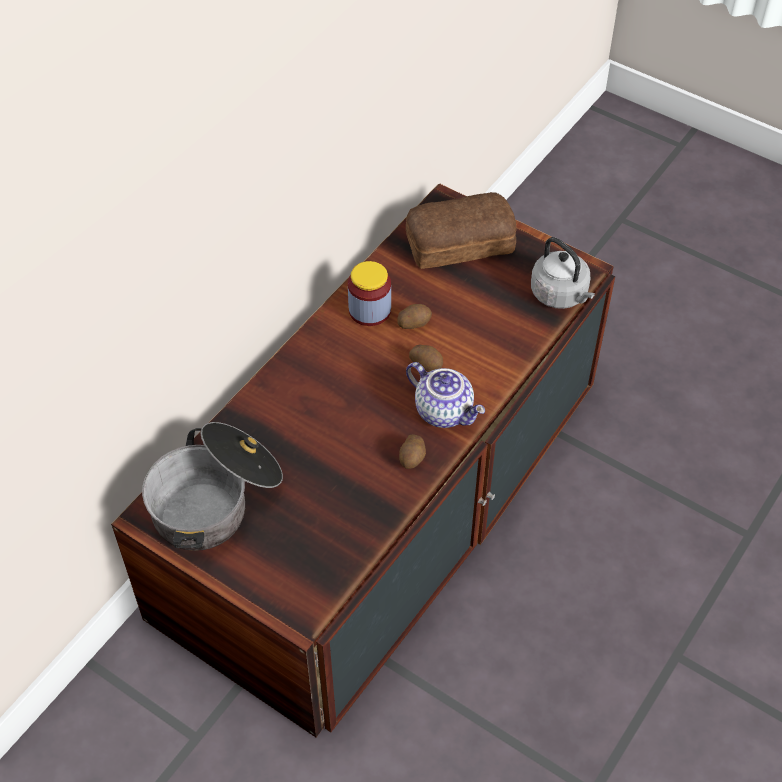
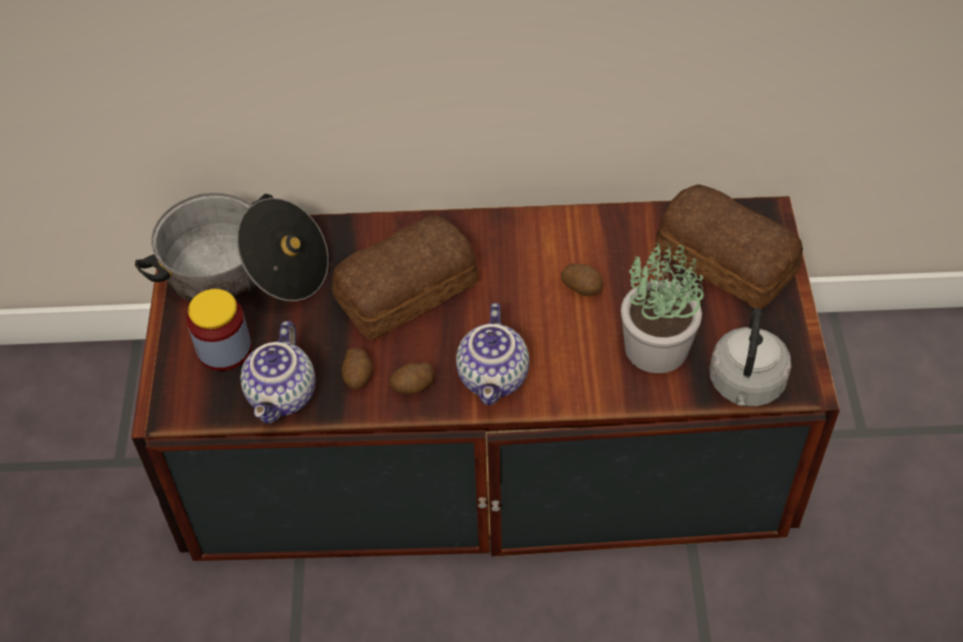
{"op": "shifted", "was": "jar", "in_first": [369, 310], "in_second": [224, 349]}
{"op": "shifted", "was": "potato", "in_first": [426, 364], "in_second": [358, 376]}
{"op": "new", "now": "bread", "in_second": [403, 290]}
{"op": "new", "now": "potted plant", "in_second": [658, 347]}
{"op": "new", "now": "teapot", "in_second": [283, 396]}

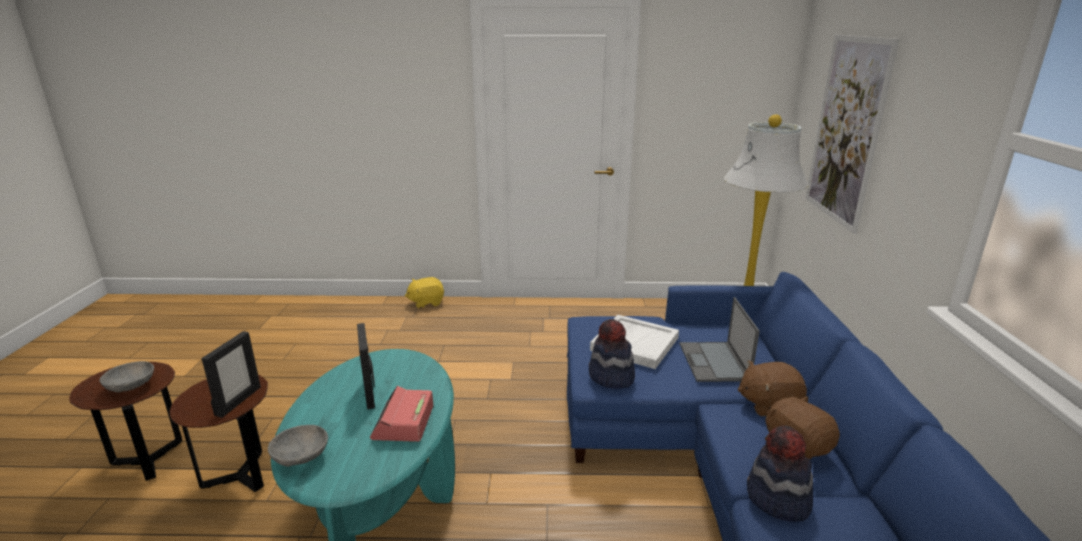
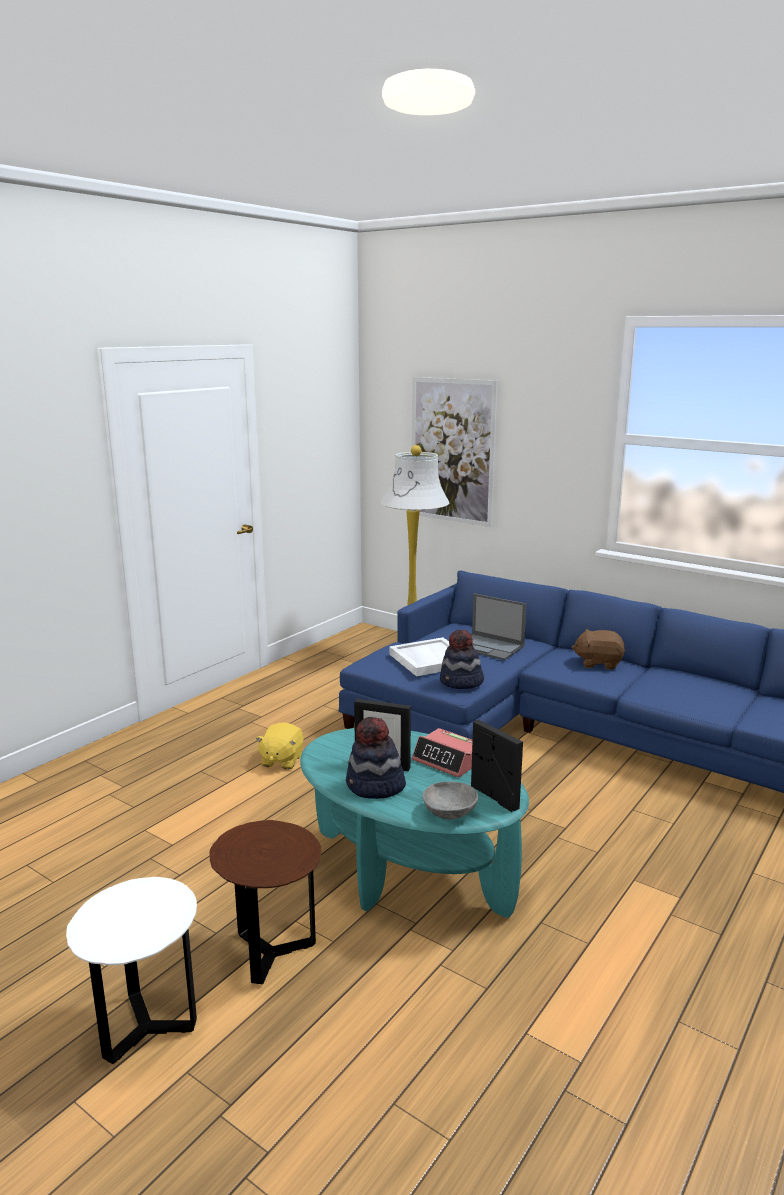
{"op": "shifted", "was": "yellow plush toy", "in_first": [426, 302], "in_second": [281, 760]}
{"op": "shifted", "was": "picture frame", "in_first": [238, 401], "in_second": [493, 797]}
{"op": "gone", "was": "brown plush toy", "in_first": [768, 404]}
{"op": "gone", "was": "grey bowl", "in_first": [132, 387]}
{"op": "repainted", "was": "brown side table", "now": "white side table", "in_first": [148, 461], "in_second": [146, 1028]}
{"op": "shifted", "was": "hat", "in_first": [777, 499], "in_second": [375, 786]}

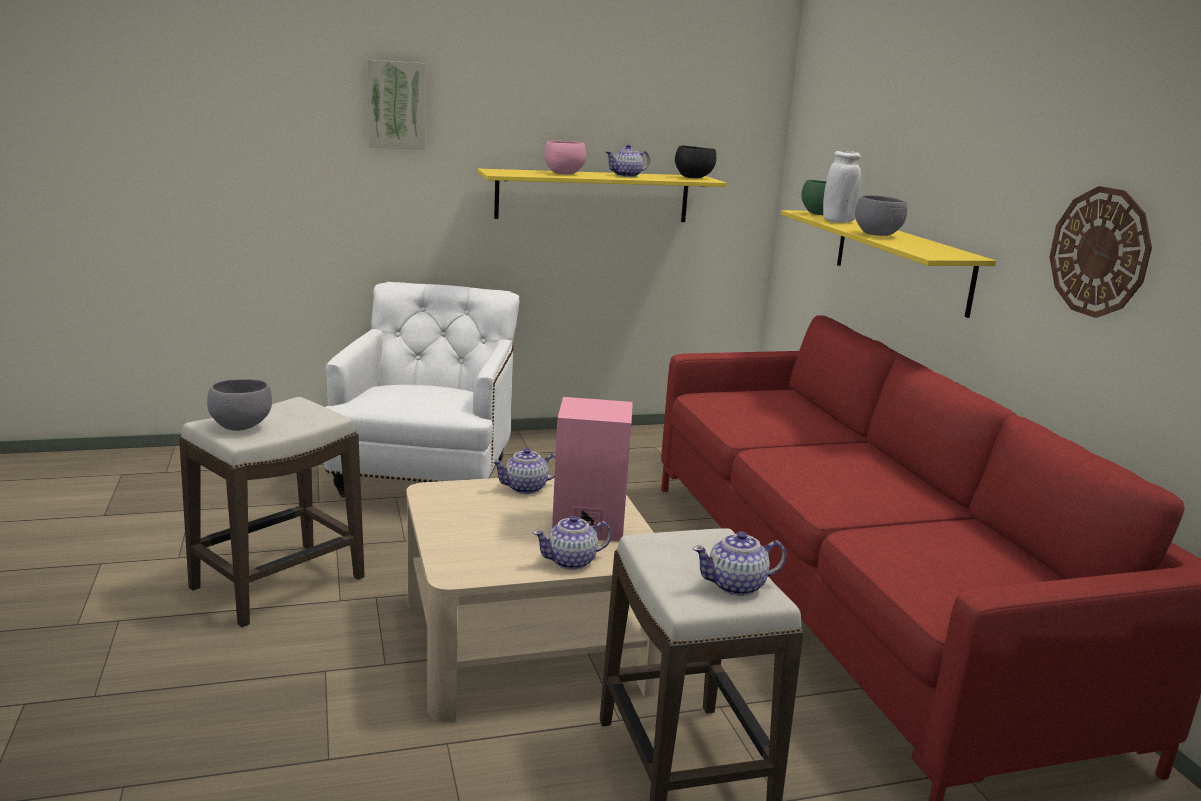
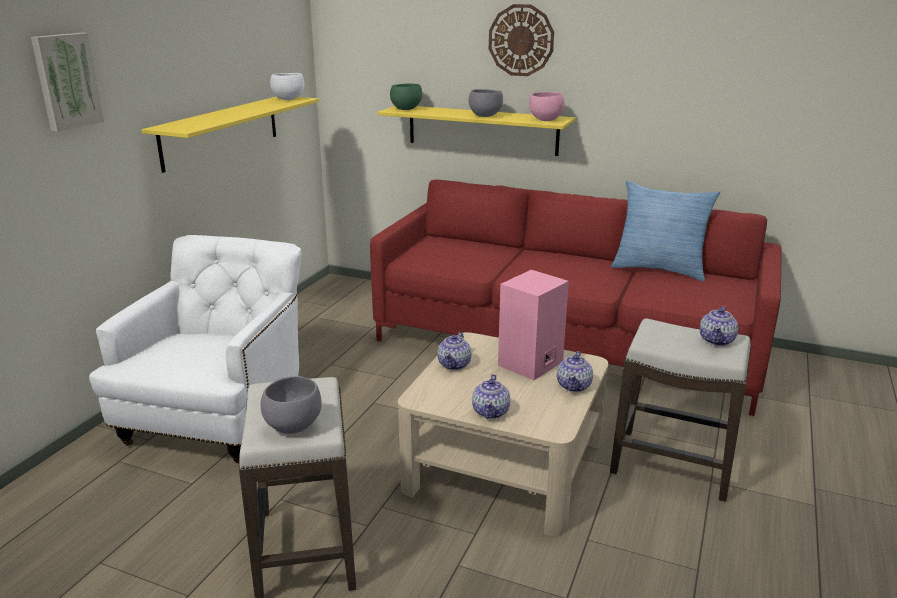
{"op": "shifted", "was": "pink bowl", "in_first": [563, 173], "in_second": [545, 120]}
{"op": "shifted", "was": "teapot", "in_first": [627, 176], "in_second": [491, 411]}
{"op": "repainted", "was": "black bowl", "now": "white bowl", "in_first": [693, 177], "in_second": [288, 99]}
{"op": "gone", "was": "white vase", "in_first": [838, 221]}
{"op": "shifted", "was": "wall clock", "in_first": [1099, 252], "in_second": [521, 40]}
{"op": "rotated", "was": "white armchair", "in_first": [427, 473], "in_second": [220, 415], "clockwise": 60}
{"op": "new", "now": "pillow", "in_second": [659, 269]}

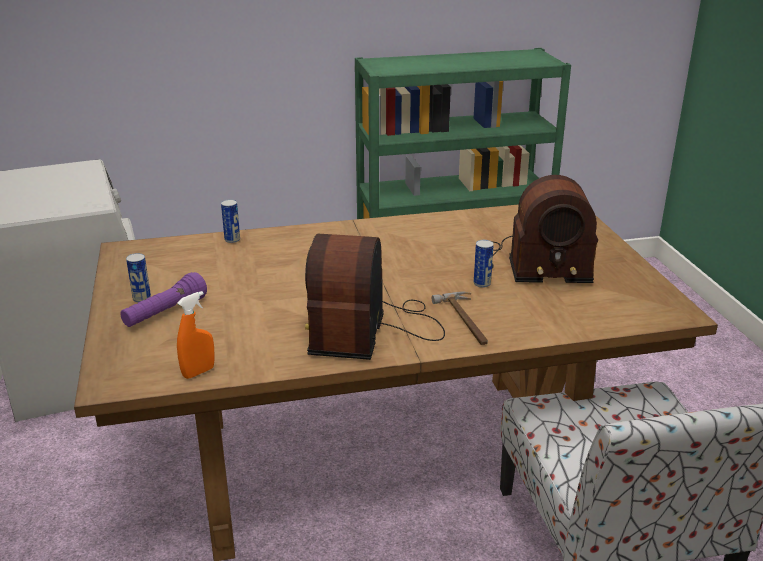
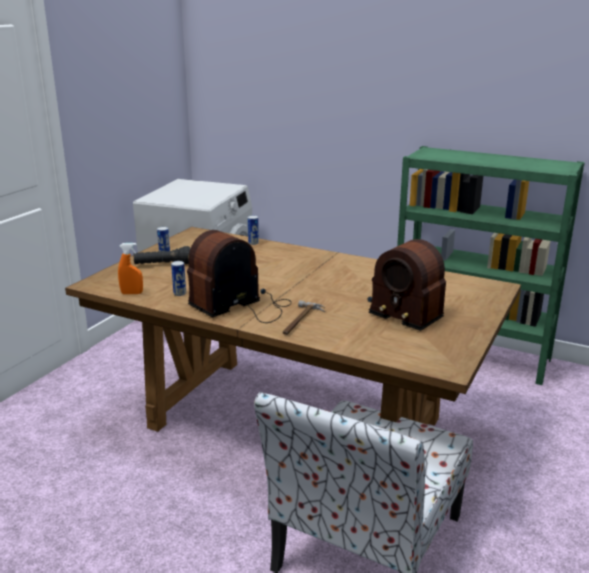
{"op": "shifted", "was": "can", "in_first": [482, 283], "in_second": [179, 293]}
{"op": "repainted", "was": "purple flashlight", "now": "black flashlight", "in_first": [165, 313], "in_second": [163, 265]}

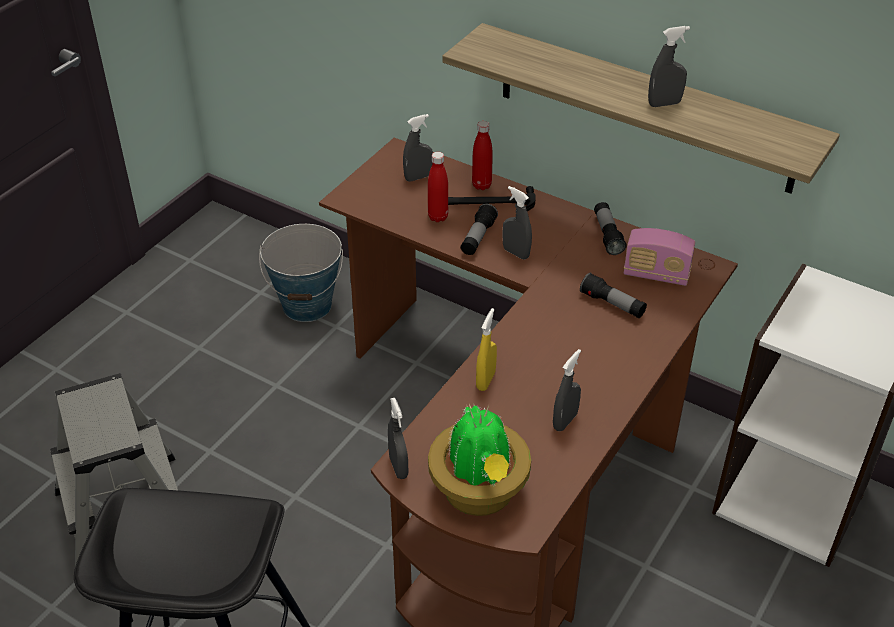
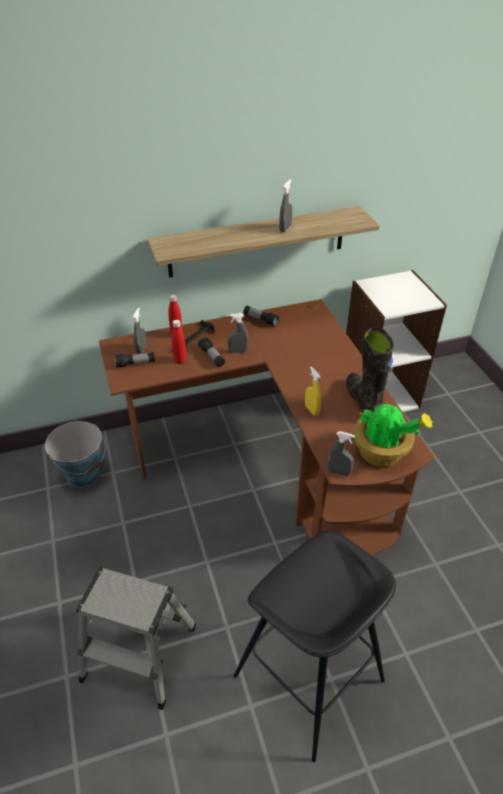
{"op": "gone", "was": "radio", "in_first": [656, 274]}
{"op": "shifted", "was": "flashlight", "in_first": [612, 304], "in_second": [135, 364]}
{"op": "swapped", "was": "grey spray bottle", "now": "black boot", "in_first": [565, 421], "in_second": [363, 401]}

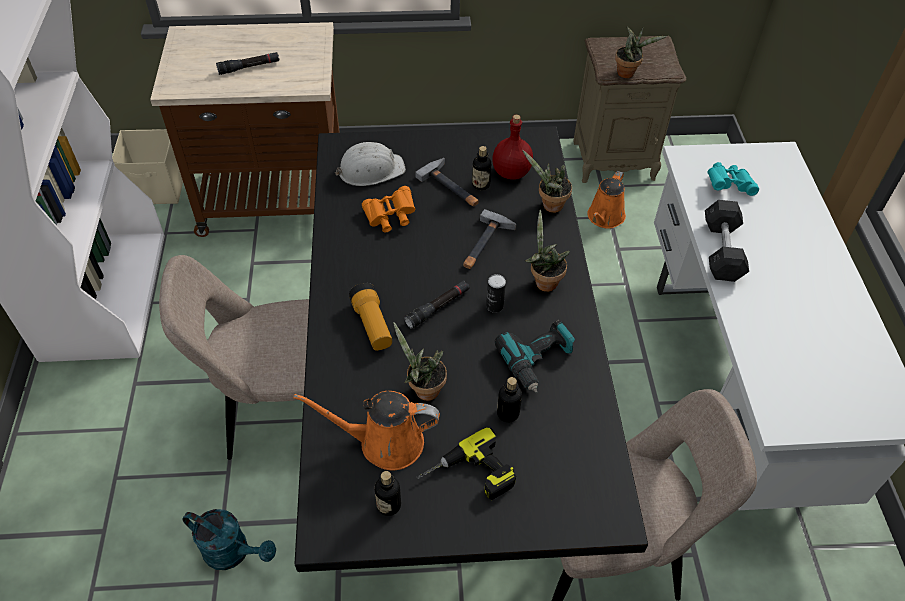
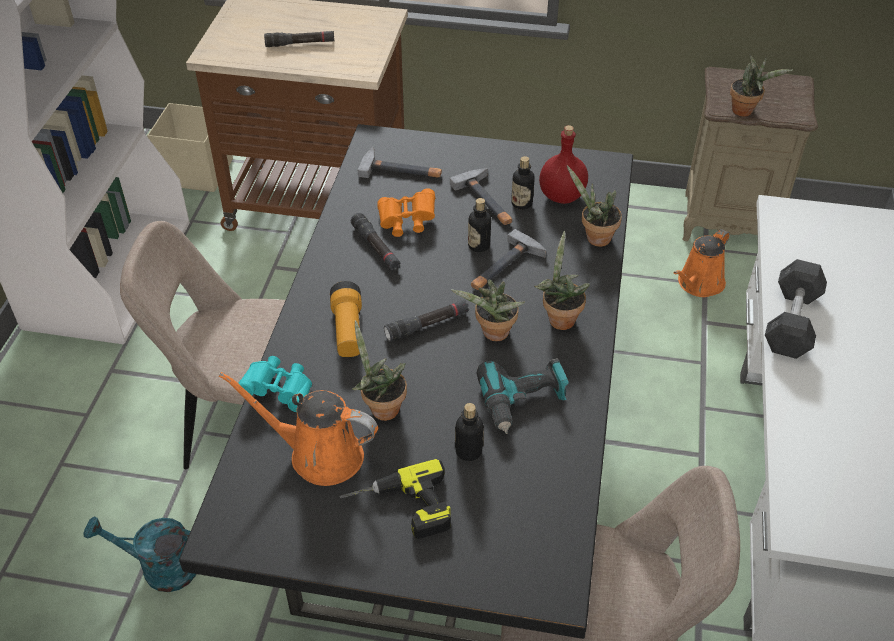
{"op": "swapped", "was": "white hard hat", "now": "hammer", "in_first": [370, 170], "in_second": [402, 170]}
{"op": "shifted", "was": "turquoise binoculars", "in_first": [728, 185], "in_second": [279, 391]}
{"op": "swapped", "was": "can", "now": "potted plant", "in_first": [494, 306], "in_second": [493, 334]}
{"op": "shifted", "was": "bottle", "in_first": [389, 505], "in_second": [479, 245]}
{"op": "rotated", "was": "turquoise watering can", "in_first": [233, 552], "in_second": [159, 568], "clockwise": 150}
{"op": "new", "now": "black flashlight", "in_second": [376, 248]}

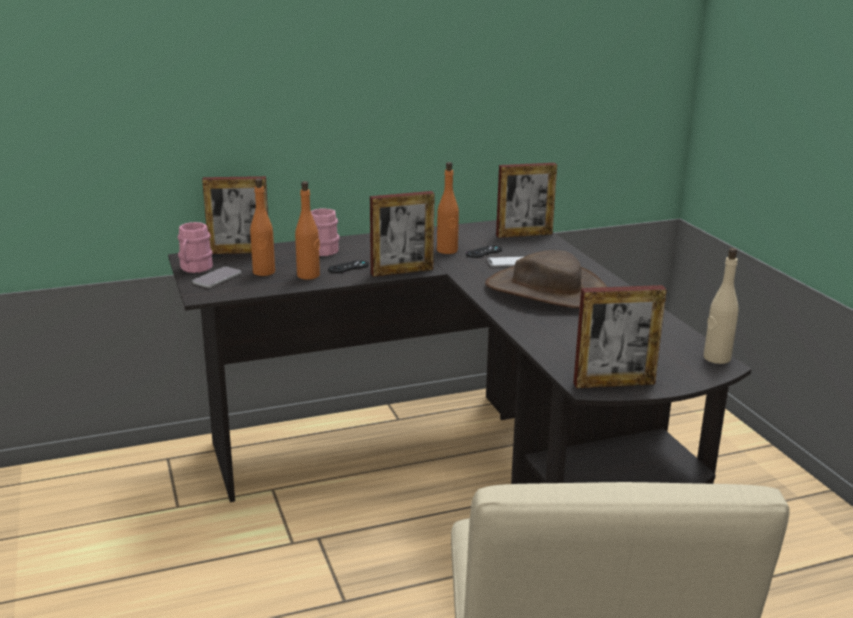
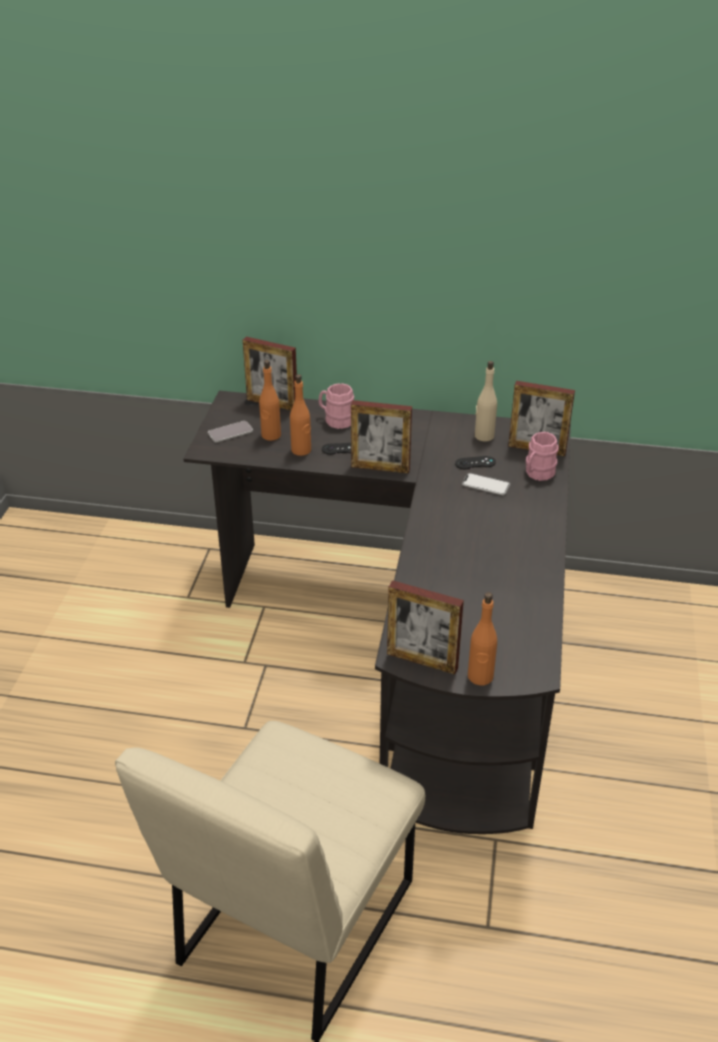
{"op": "shifted", "was": "orange bottle", "in_first": [447, 250], "in_second": [480, 676]}
{"op": "shifted", "was": "pink mug", "in_first": [194, 268], "in_second": [537, 474]}
{"op": "shifted", "was": "beige bottle", "in_first": [716, 358], "in_second": [483, 436]}
{"op": "gone", "was": "brown hat", "in_first": [546, 291]}

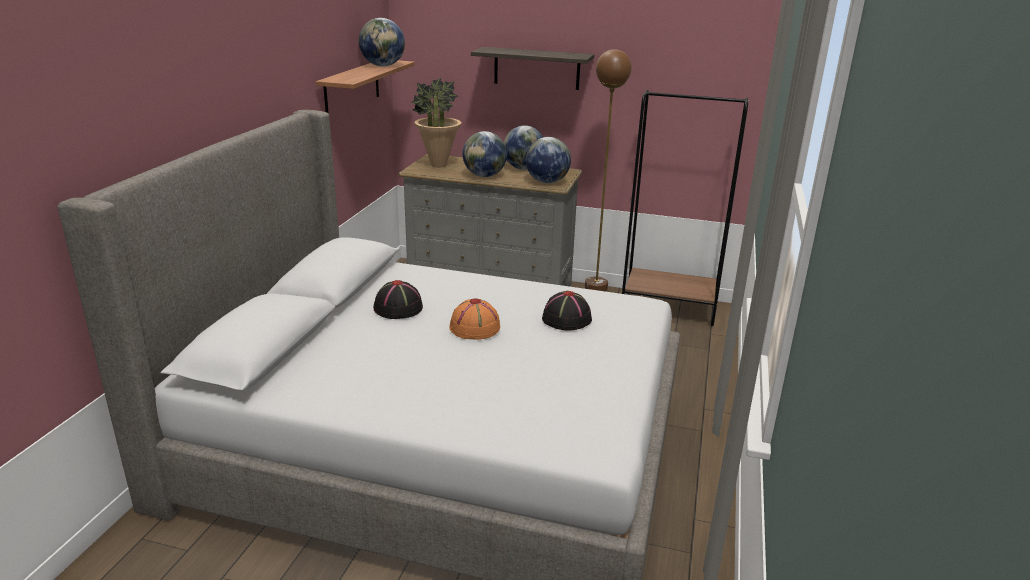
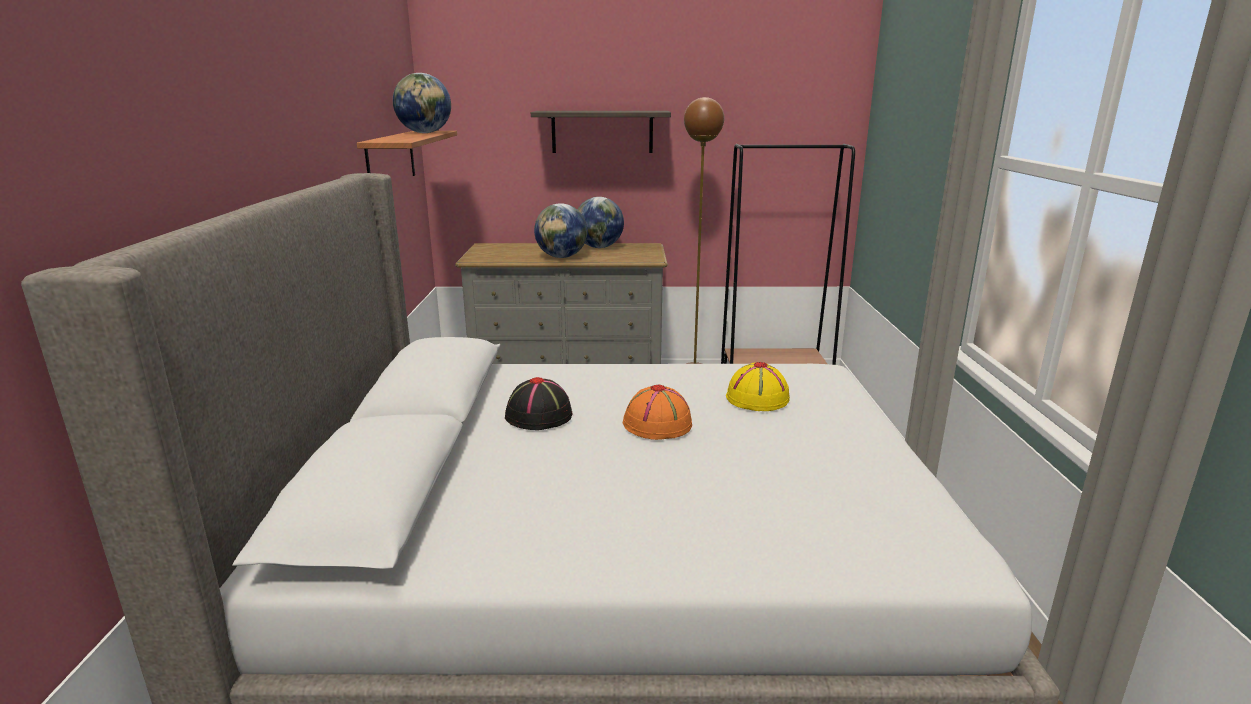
{"op": "gone", "was": "potted plant", "in_first": [438, 165]}
{"op": "gone", "was": "globe", "in_first": [547, 182]}
{"op": "repainted", "was": "black hat", "now": "yellow hat", "in_first": [566, 319], "in_second": [757, 399]}

